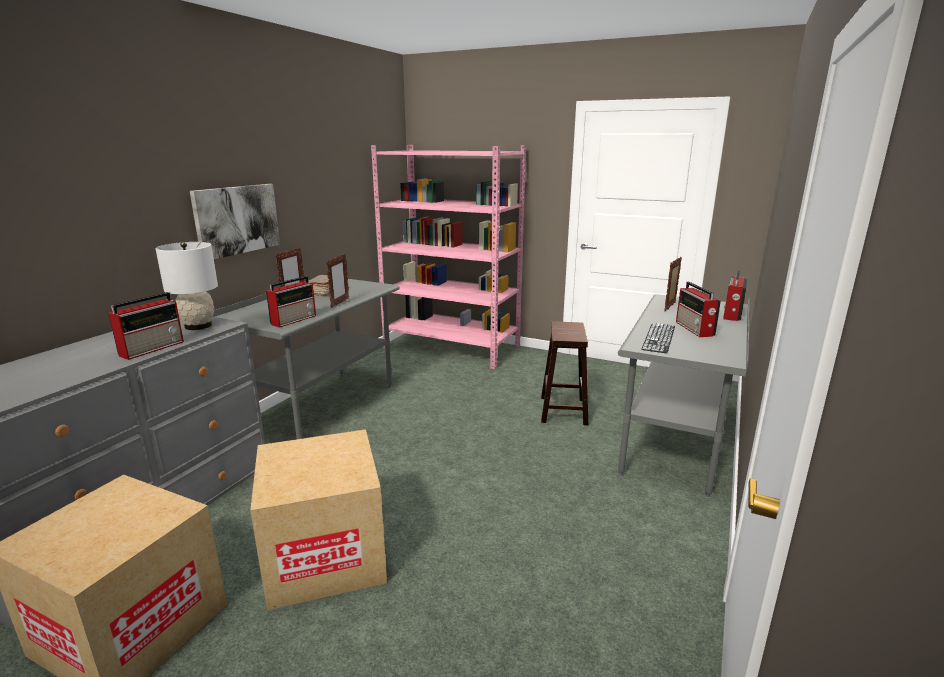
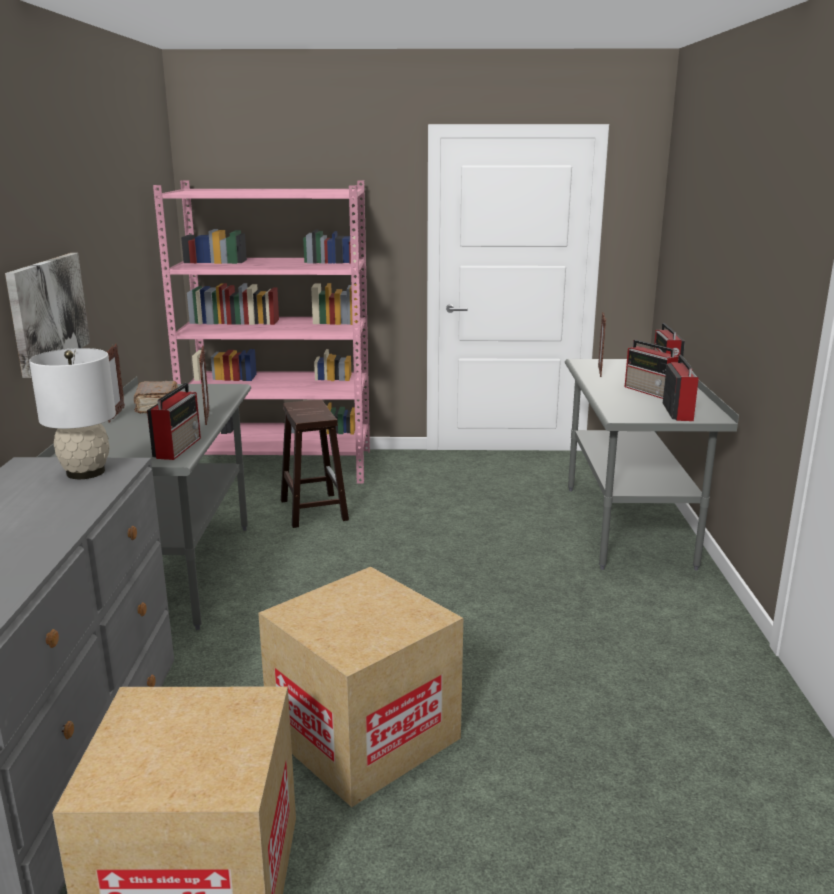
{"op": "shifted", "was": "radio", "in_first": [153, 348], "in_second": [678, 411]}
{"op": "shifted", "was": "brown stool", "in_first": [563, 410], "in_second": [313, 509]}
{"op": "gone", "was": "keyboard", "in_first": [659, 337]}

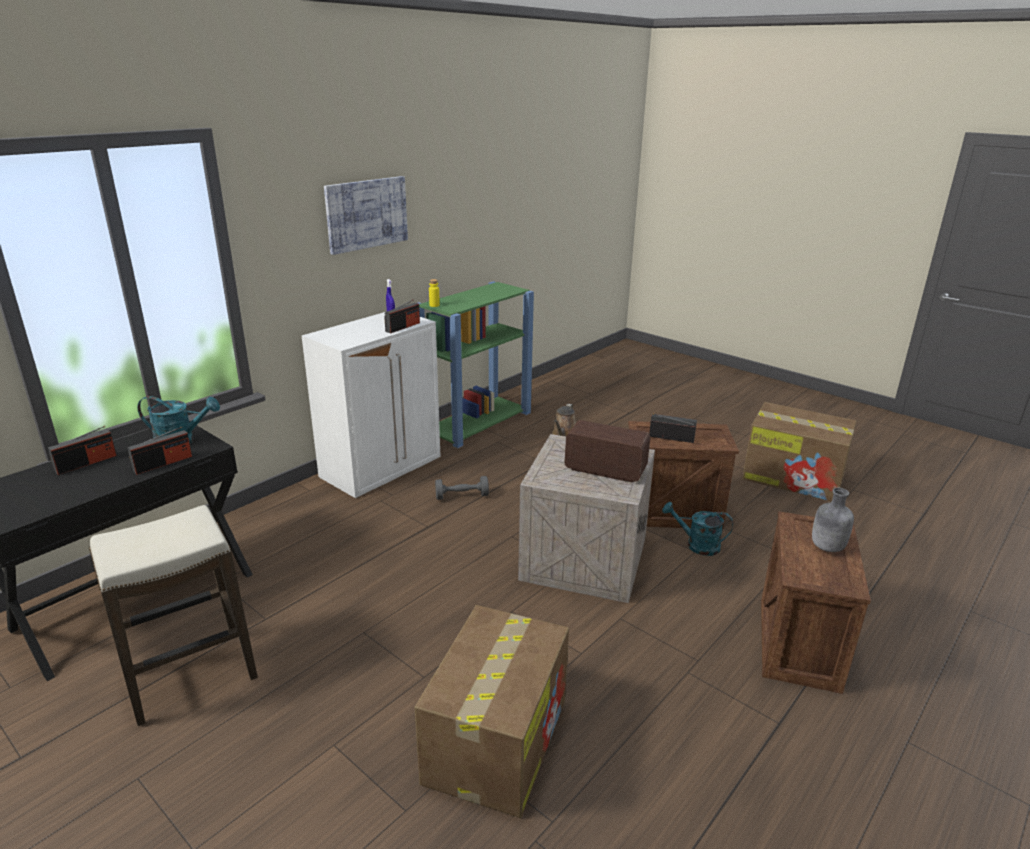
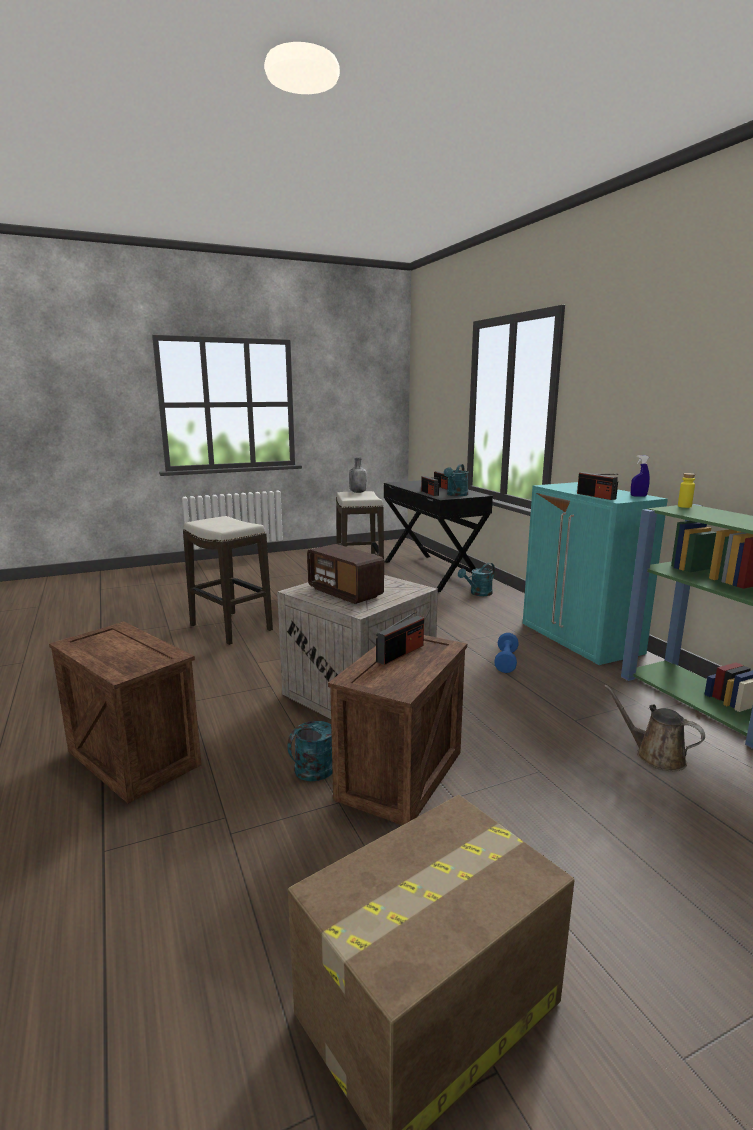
{"op": "gone", "was": "picture", "in_first": [366, 214]}
{"op": "repainted", "was": "white cabinet", "now": "turquoise cabinet", "in_first": [381, 466], "in_second": [581, 638]}
{"op": "rotated", "was": "radio", "in_first": [605, 469], "in_second": [345, 593], "clockwise": 90}
{"op": "repainted", "was": "grey dumbbell", "now": "blue dumbbell", "in_first": [462, 496], "in_second": [506, 661]}
{"op": "shifted", "was": "grey bottle", "in_first": [826, 547], "in_second": [358, 492]}
{"op": "swapped", "was": "cardboard box", "now": "stool", "in_first": [497, 738], "in_second": [231, 628]}
{"op": "new", "now": "turquoise watering can", "in_second": [478, 593]}

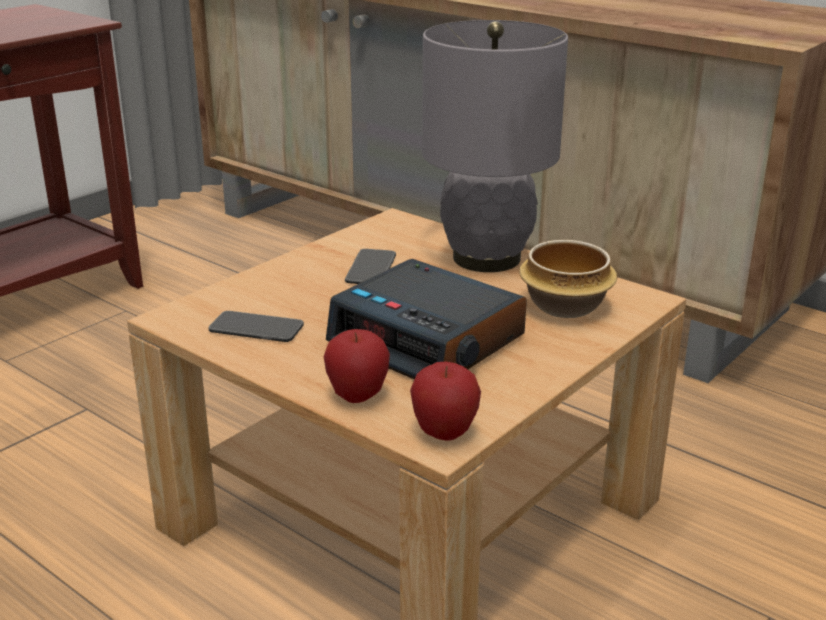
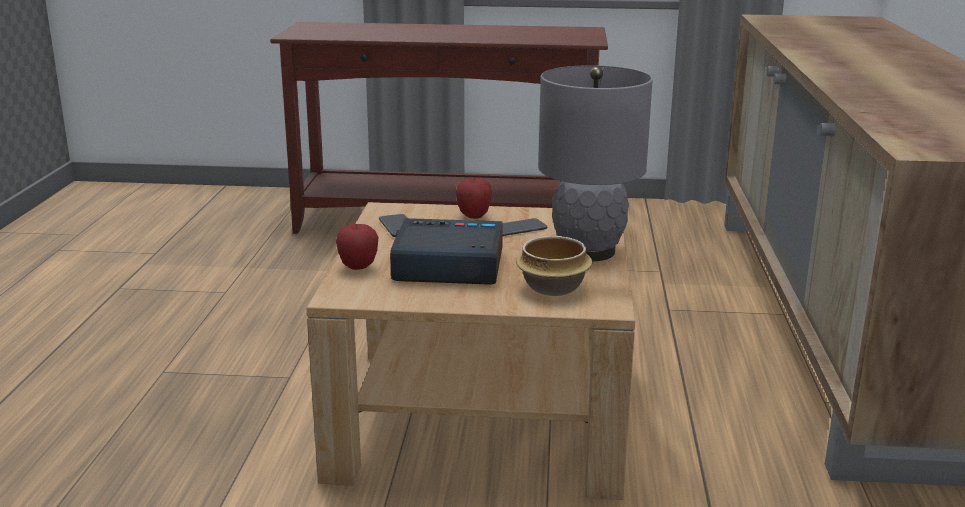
{"op": "rotated", "was": "alarm clock", "in_first": [429, 340], "in_second": [447, 266], "clockwise": 90}
{"op": "shifted", "was": "apple", "in_first": [444, 433], "in_second": [474, 216]}

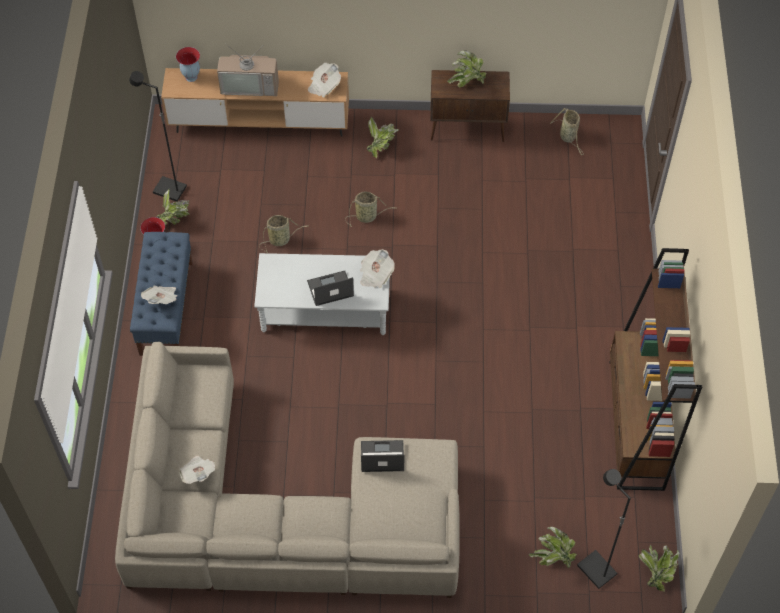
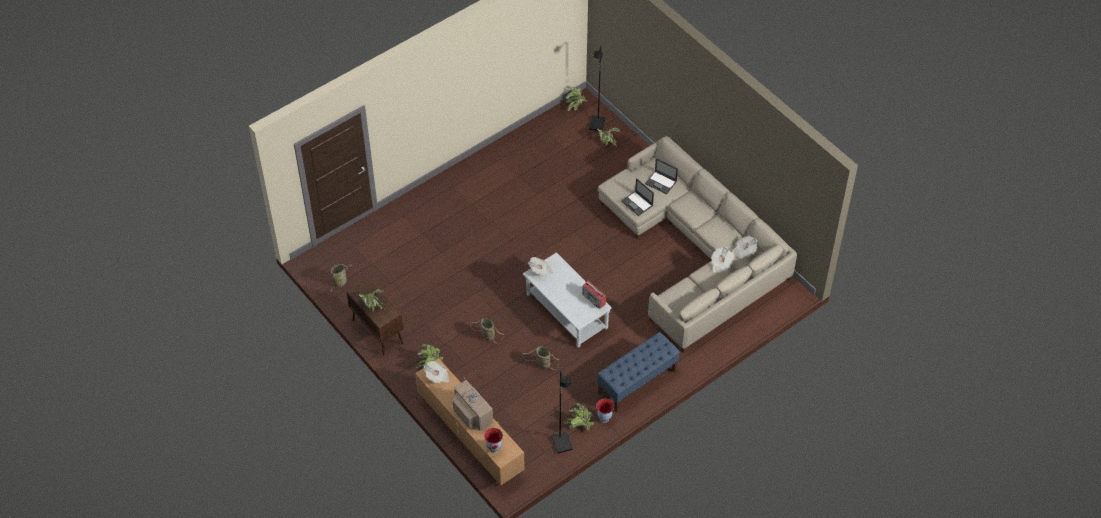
{"op": "gone", "was": "brown bookcase", "in_first": [636, 424]}
{"op": "shifted", "was": "laptop", "in_first": [329, 289], "in_second": [661, 182]}
{"op": "shifted", "was": "newspaper", "in_first": [162, 299], "in_second": [744, 251]}
{"op": "new", "now": "radio", "in_second": [594, 299]}

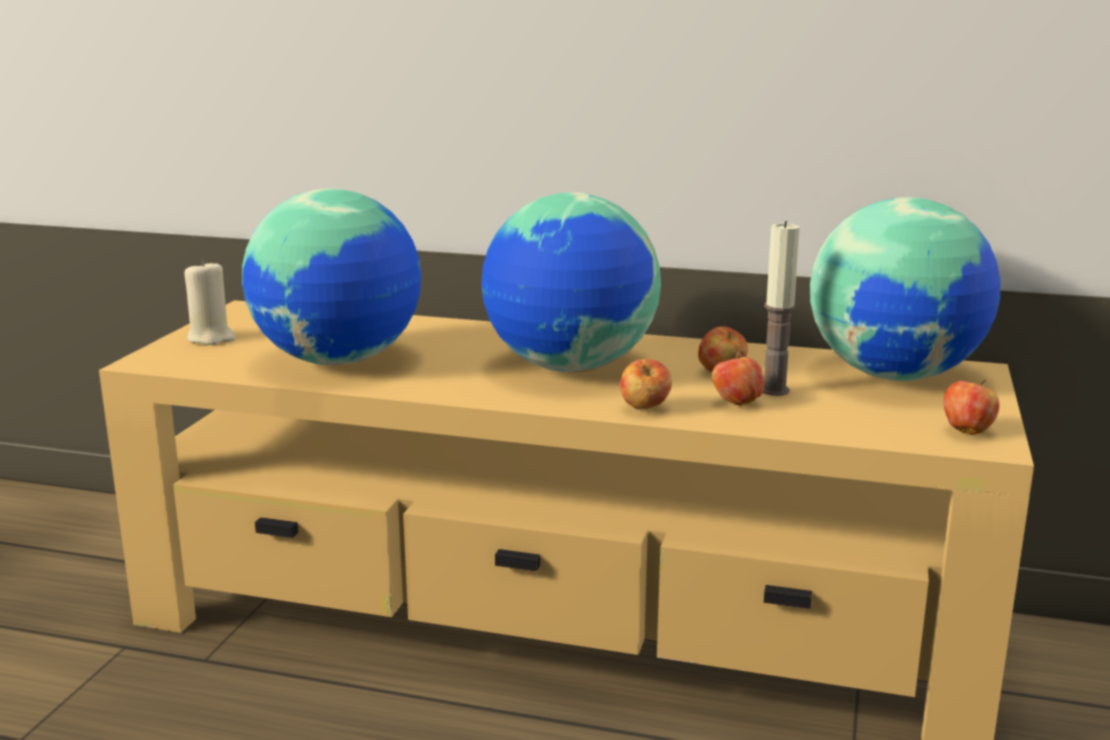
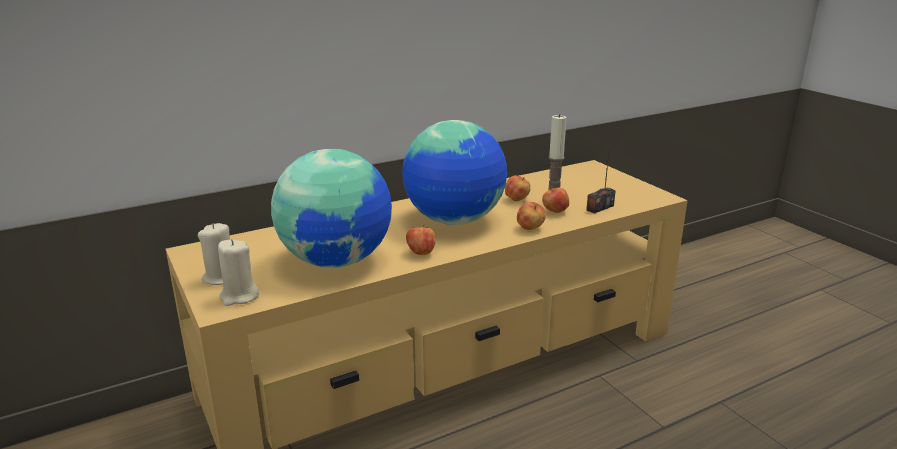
{"op": "gone", "was": "globe", "in_first": [895, 375]}
{"op": "shifted", "was": "apple", "in_first": [967, 431], "in_second": [421, 253]}
{"op": "new", "now": "radio", "in_second": [600, 208]}
{"op": "new", "now": "beige candle", "in_second": [239, 296]}

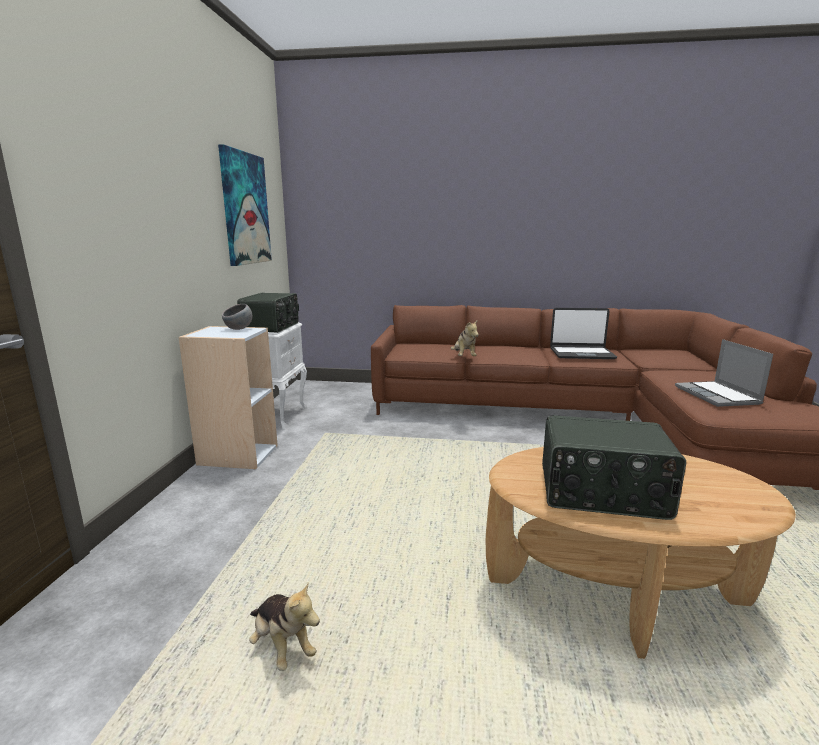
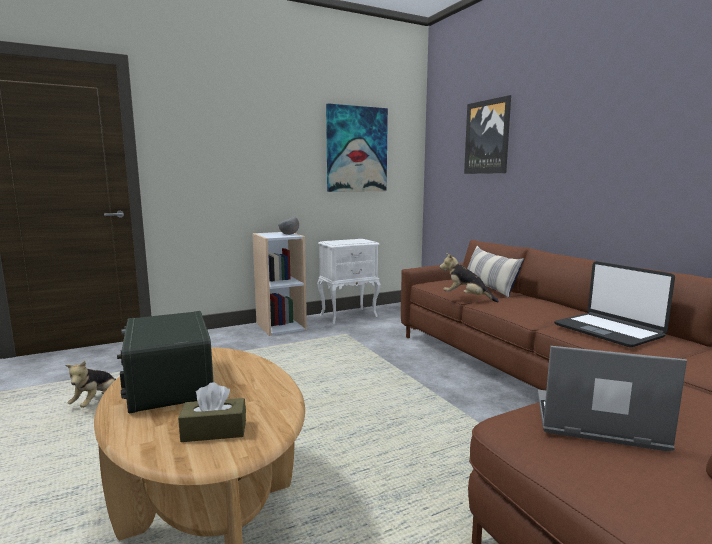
{"op": "gone", "was": "radio", "in_first": [272, 327]}
{"op": "rotated", "was": "plush toy", "in_first": [464, 357], "in_second": [466, 298], "clockwise": 75}
{"op": "rotated", "was": "laptop", "in_first": [718, 396], "in_second": [596, 422], "clockwise": 60}
{"op": "new", "now": "picture", "in_second": [487, 137]}
{"op": "new", "now": "pillow", "in_second": [489, 288]}
{"op": "new", "now": "brown tissue box", "in_second": [214, 431]}

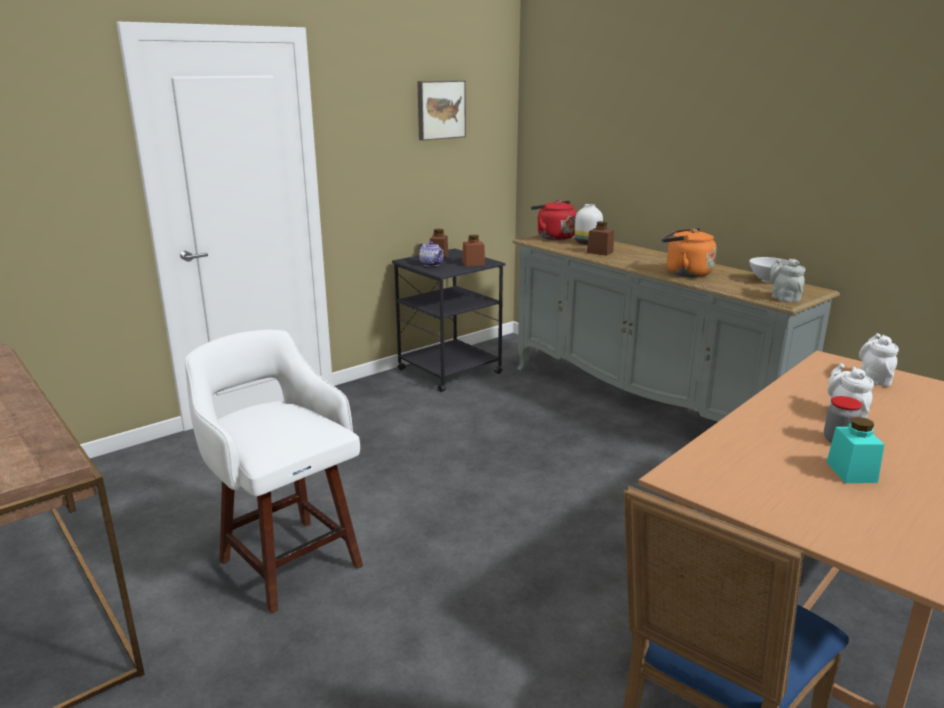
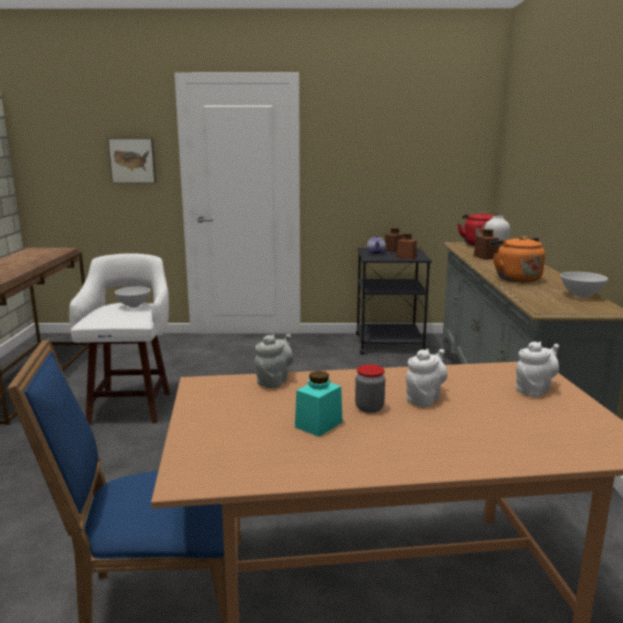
{"op": "shifted", "was": "picture", "in_first": [440, 109], "in_second": [133, 160]}
{"op": "shifted", "was": "grey teapot", "in_first": [783, 298], "in_second": [274, 381]}
{"op": "new", "now": "white bowl", "in_second": [133, 306]}

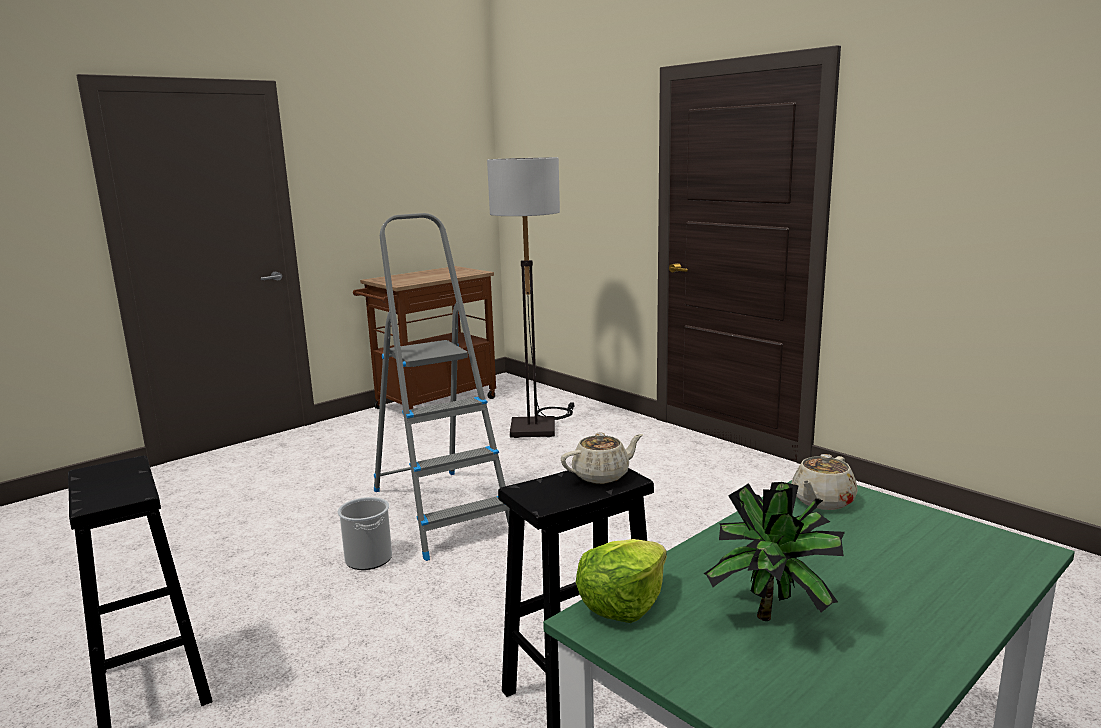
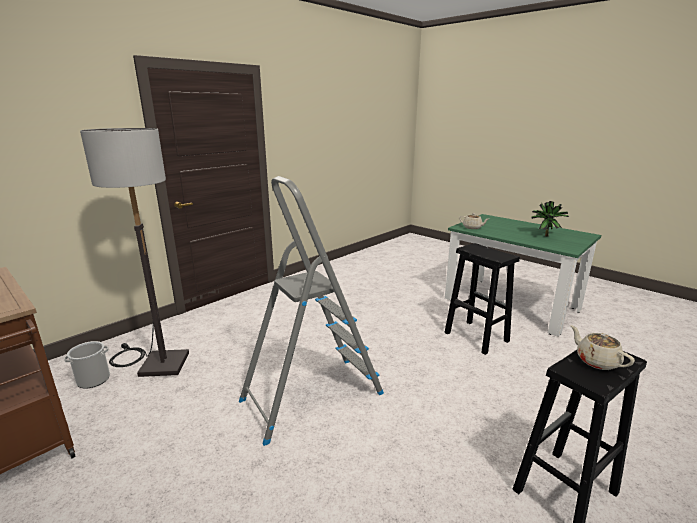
{"op": "shifted", "was": "beige teapot", "in_first": [602, 475], "in_second": [596, 361]}
{"op": "shifted", "was": "bucket", "in_first": [369, 559], "in_second": [93, 379]}
{"op": "gone", "was": "lettuce", "in_first": [622, 603]}

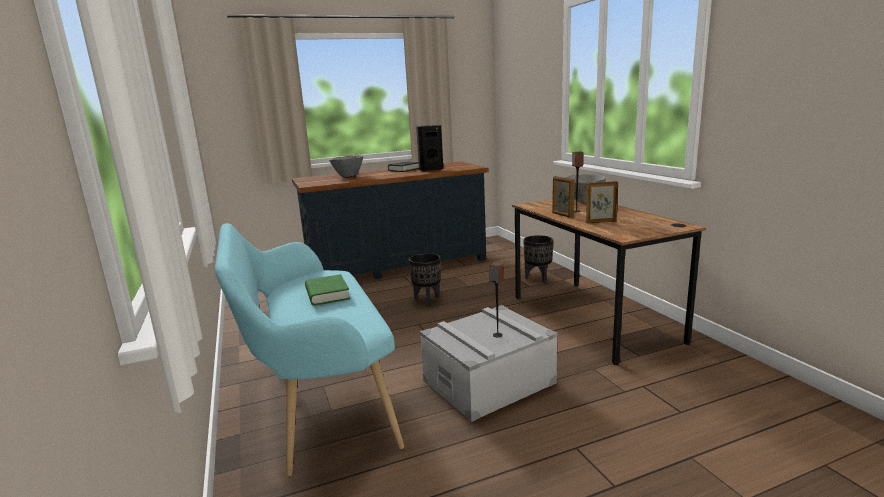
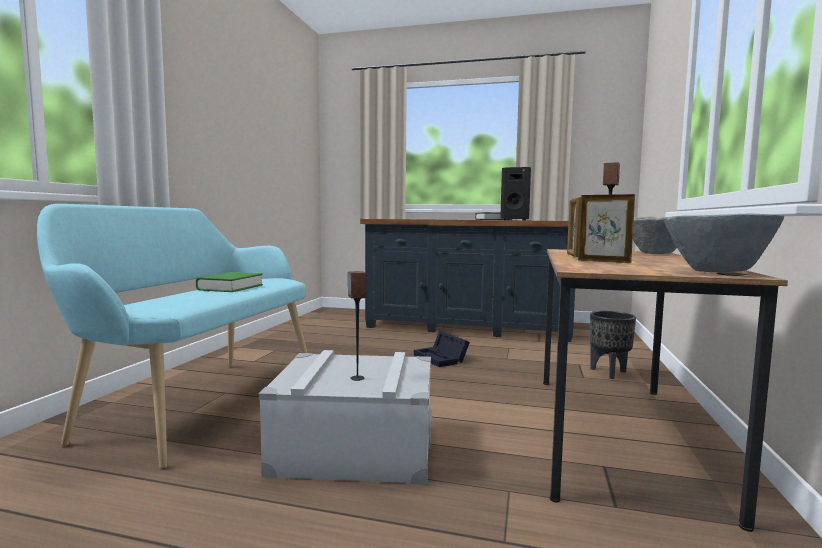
{"op": "shifted", "was": "grey bowl", "in_first": [348, 176], "in_second": [715, 271]}
{"op": "swapped", "was": "black planter", "now": "black storage box", "in_first": [427, 300], "in_second": [442, 358]}

